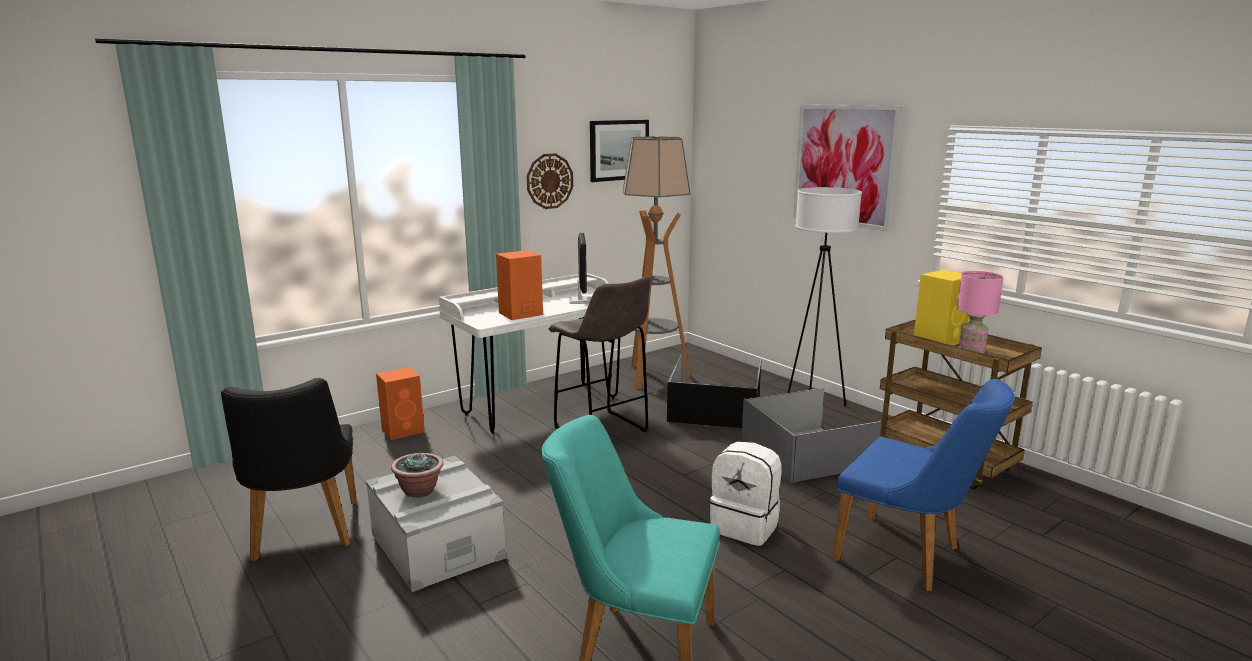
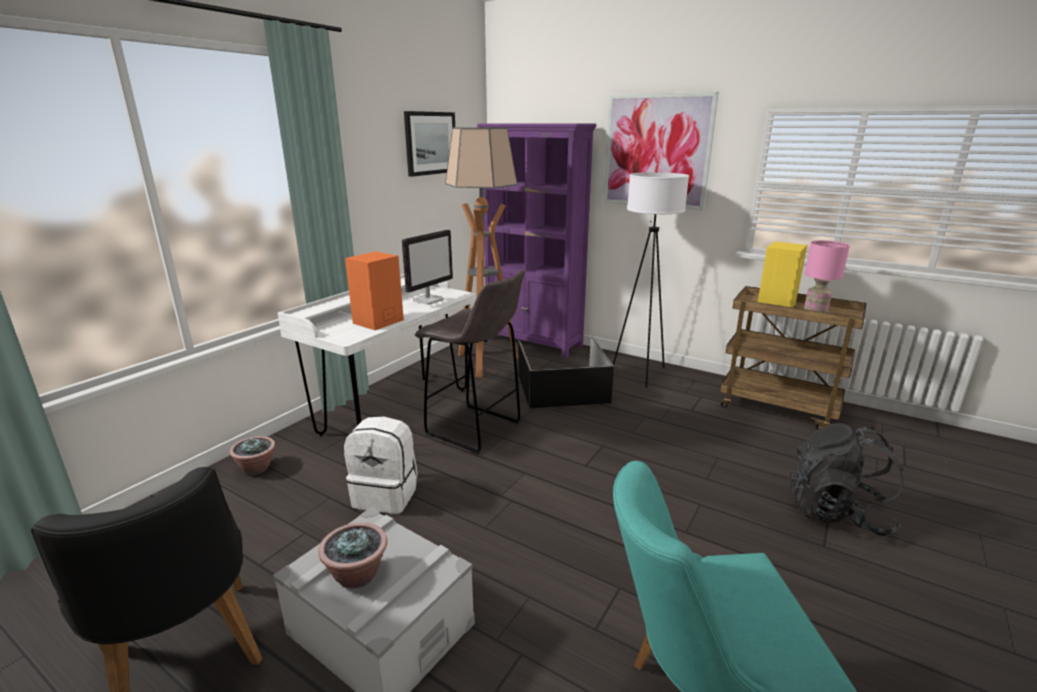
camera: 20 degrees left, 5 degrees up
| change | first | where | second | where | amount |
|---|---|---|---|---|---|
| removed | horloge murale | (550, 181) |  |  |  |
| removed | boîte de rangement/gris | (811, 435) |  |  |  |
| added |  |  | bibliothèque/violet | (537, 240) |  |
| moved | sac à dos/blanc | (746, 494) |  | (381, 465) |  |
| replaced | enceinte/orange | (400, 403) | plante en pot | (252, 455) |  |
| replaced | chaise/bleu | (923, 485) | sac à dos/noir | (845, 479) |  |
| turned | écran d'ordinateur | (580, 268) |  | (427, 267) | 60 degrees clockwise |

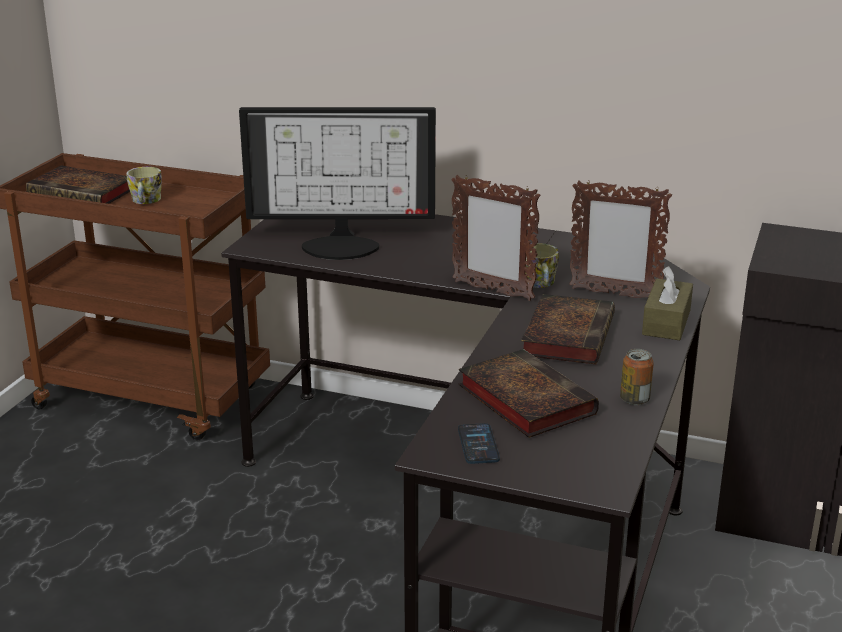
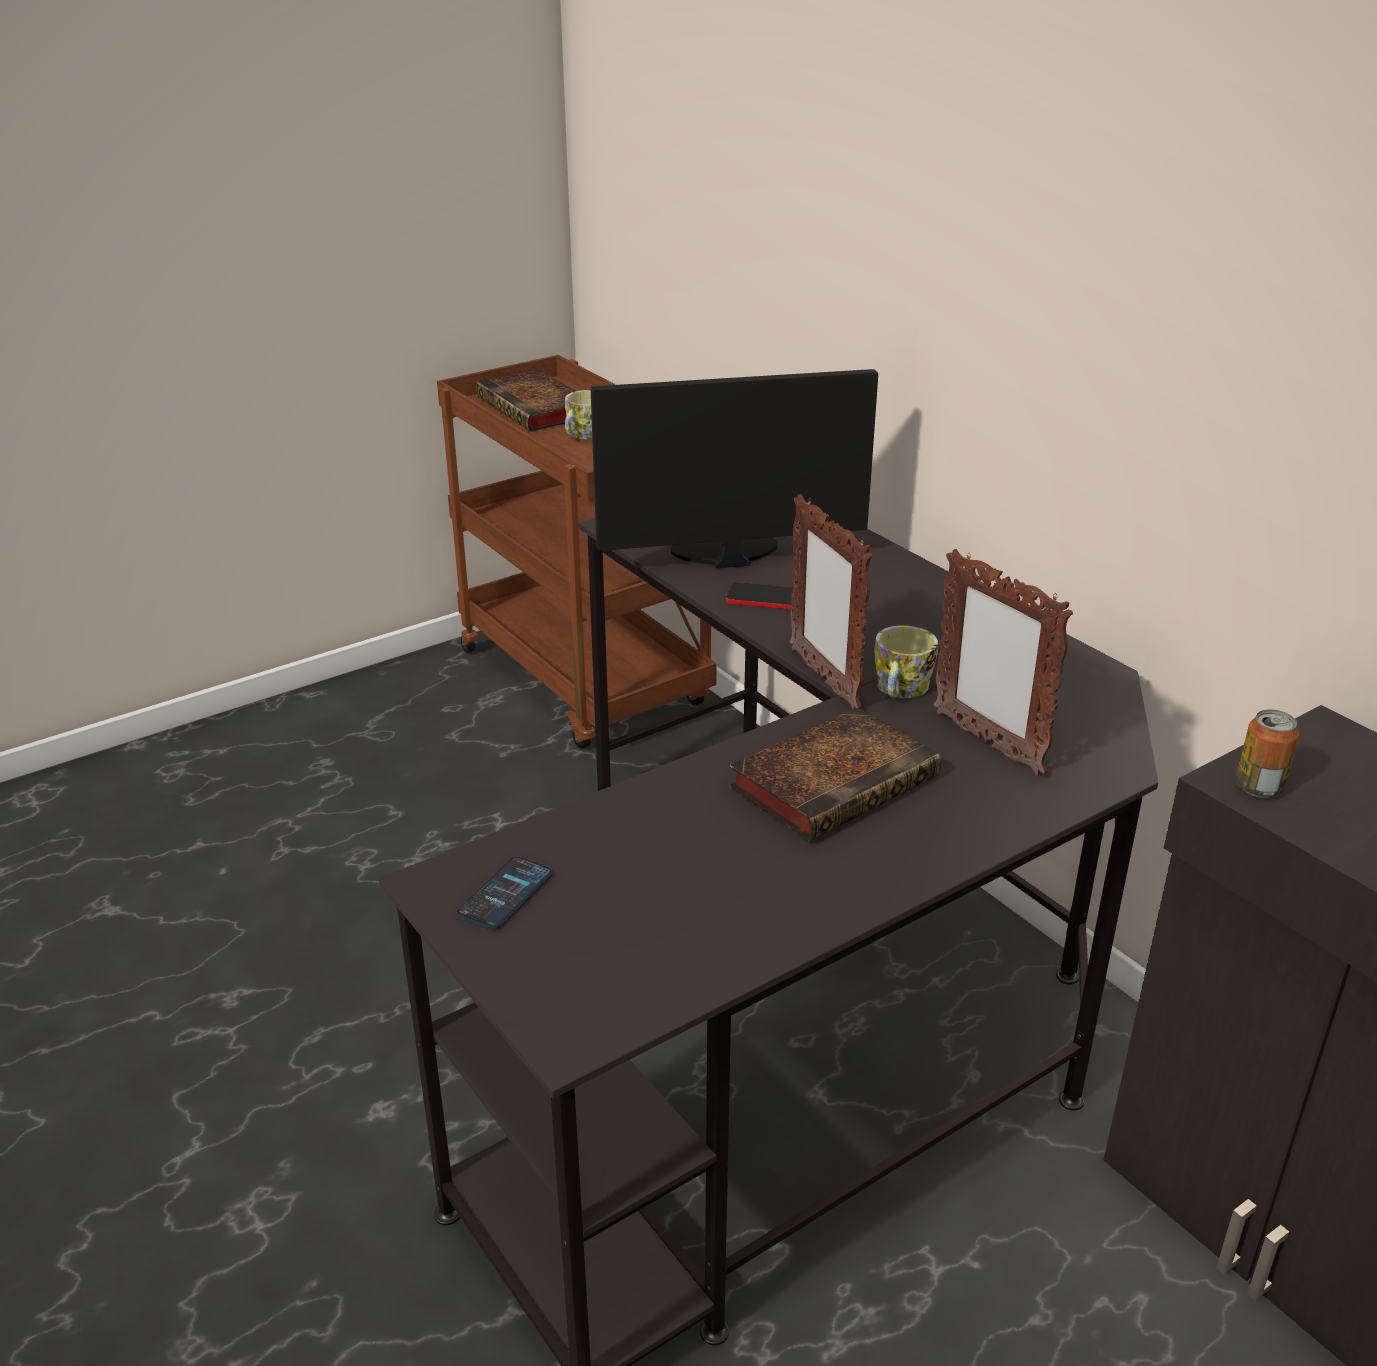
camera: 35 degrees right, 5 degrees up
| change | first | where | second | where | amount |
|---|---|---|---|---|---|
| removed | livre | (529, 393) |  |  |  |
| removed | boîte à mouchoirs/marron | (667, 303) |  |  |  |
| added |  |  | téléphone | (759, 596) |  |
| moved | boîte métallique | (637, 377) |  | (1267, 753) |  |
| turned | écran d'ordinateur | (337, 183) |  | (734, 468) | 135 degrees clockwise |

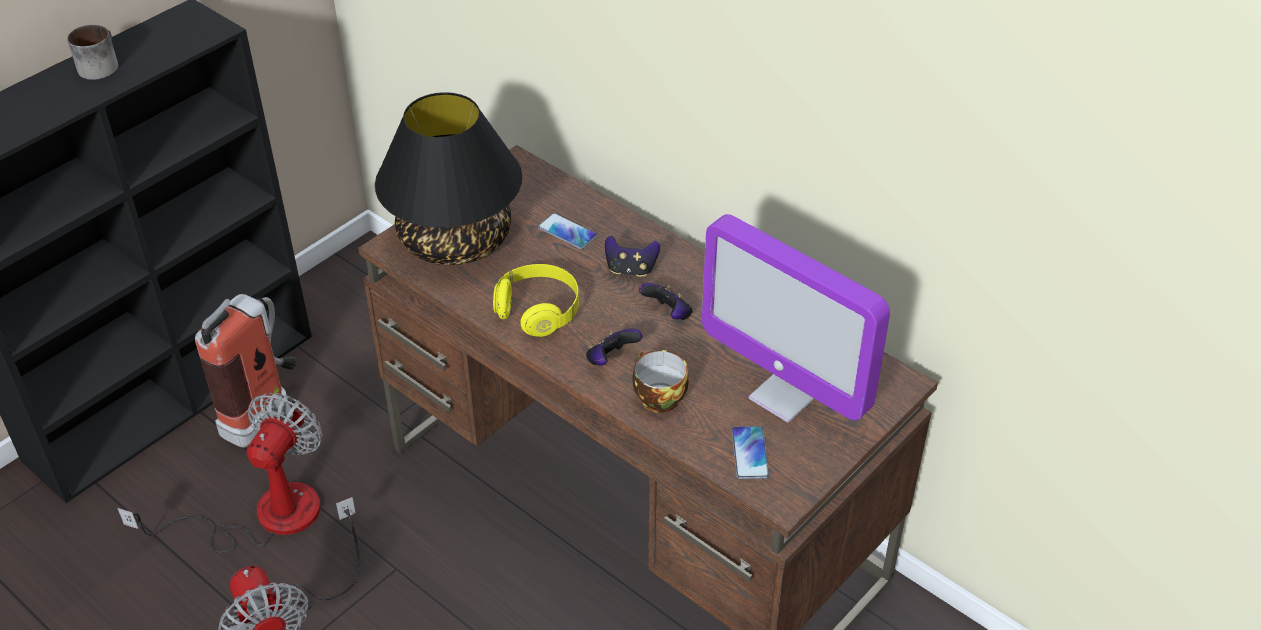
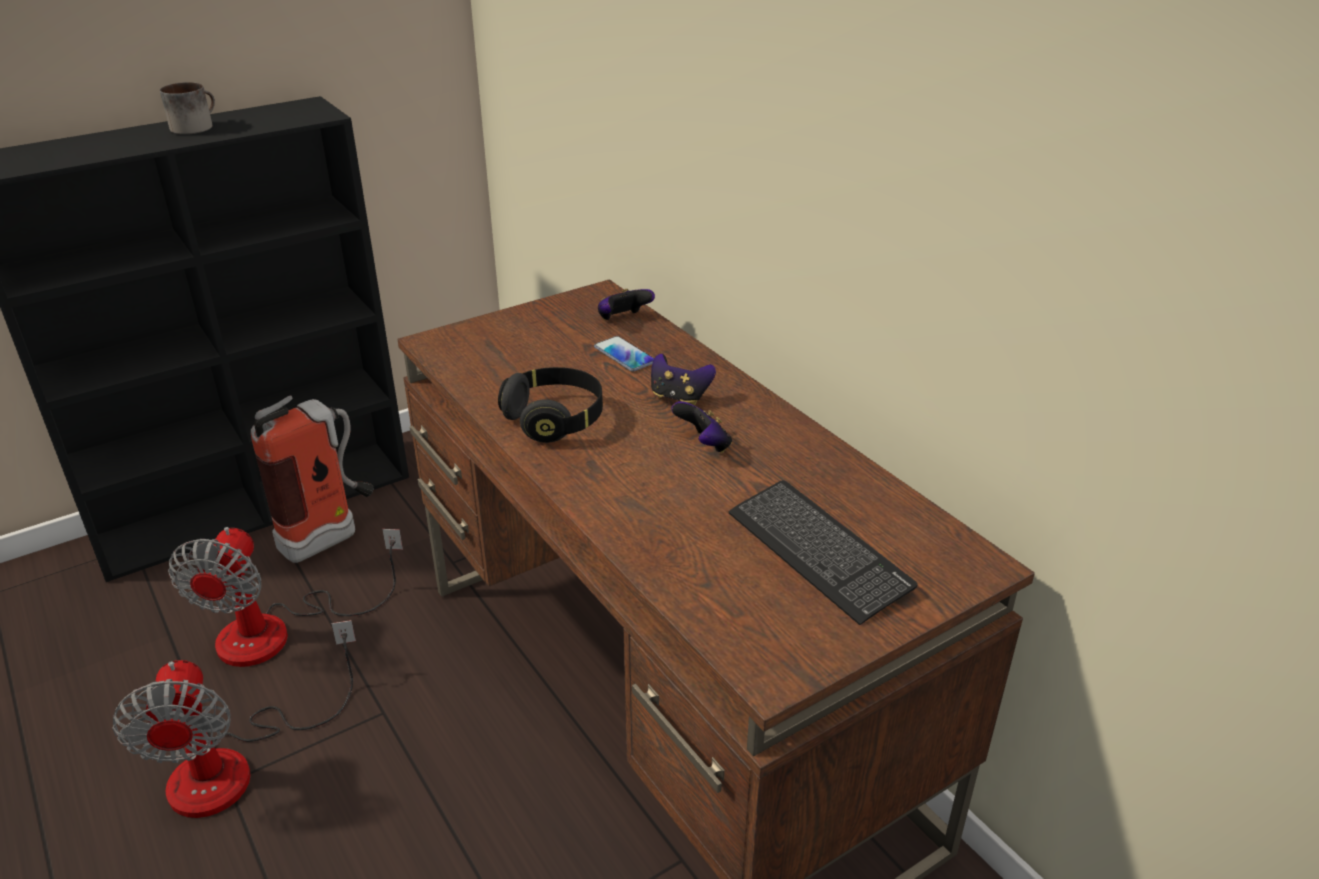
camera: 15 degrees right, 10 degrees down
| change | first | where | second | where | amount |
|---|---|---|---|---|---|
| removed | lampe de table/noir | (448, 178) |  |  |  |
| removed | tasse | (661, 381) |  |  |  |
| removed | téléphone | (750, 452) |  |  |  |
| moved | manette | (614, 347) |  | (626, 304) |  |
| replaced | écran d'ordinateur | (796, 318) | clavier | (823, 552) |  |
| recoloured | casque audio/jaune | (536, 300) | casque audio/noir | (550, 405) |  |
| turned | ventilateur | (219, 473) |  | (285, 597) | 150 degrees clockwise |

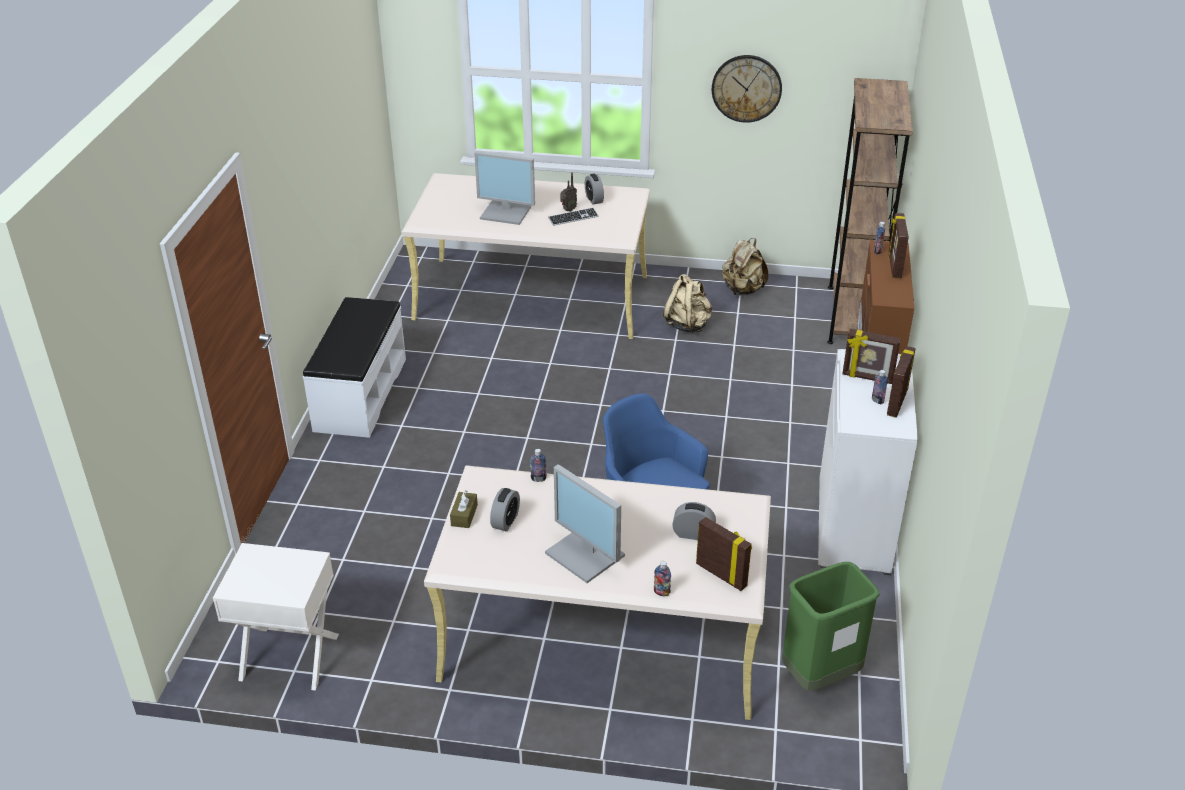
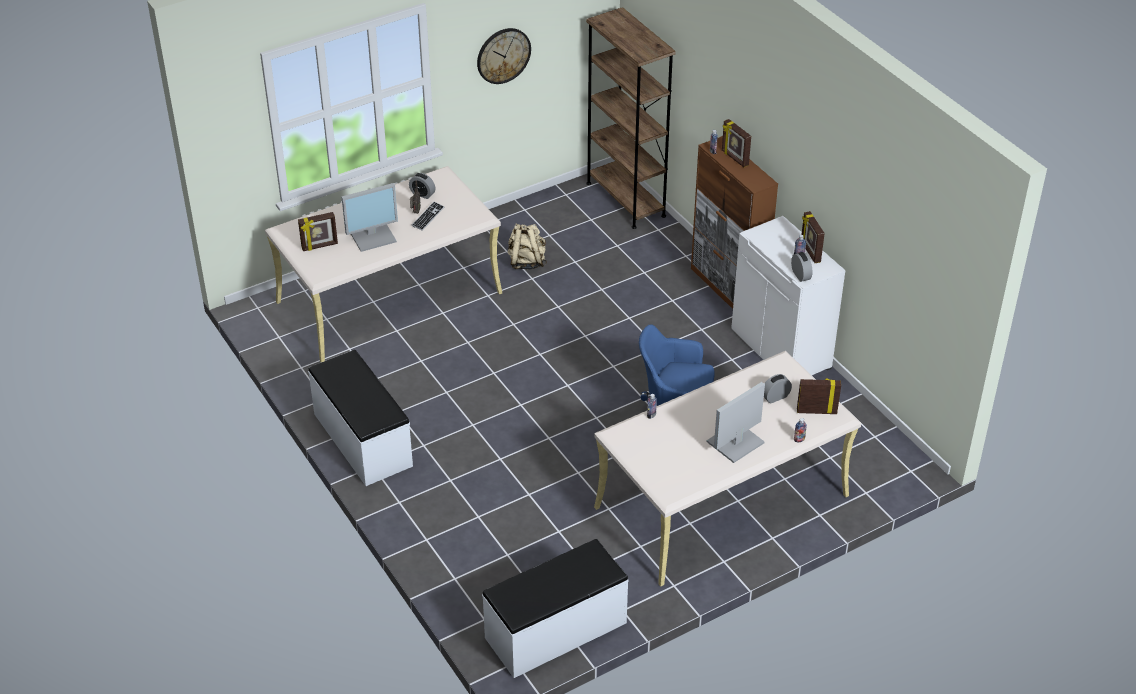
camera: 40 degrees left, 5 degrees up
| change | first | where | second | where | amount |
|---|---|---|---|---|---|
| removed | boîte à mouchoirs/marron | (464, 509) |  |  |  |
| removed | sac à dos/beige | (745, 267) |  |  |  |
| removed | poubelle/vert | (831, 626) |  |  |  |
| moved | réveil | (505, 509) |  | (802, 267) |  |
| moved | cadre photo | (871, 356) |  | (318, 231) |  |
| replaced | table de chevet/blanc | (276, 617) | banc/blanc | (555, 608) |  |
| turned | écran d'ordinateur | (585, 523) |  | (736, 422) | 135 degrees clockwise |

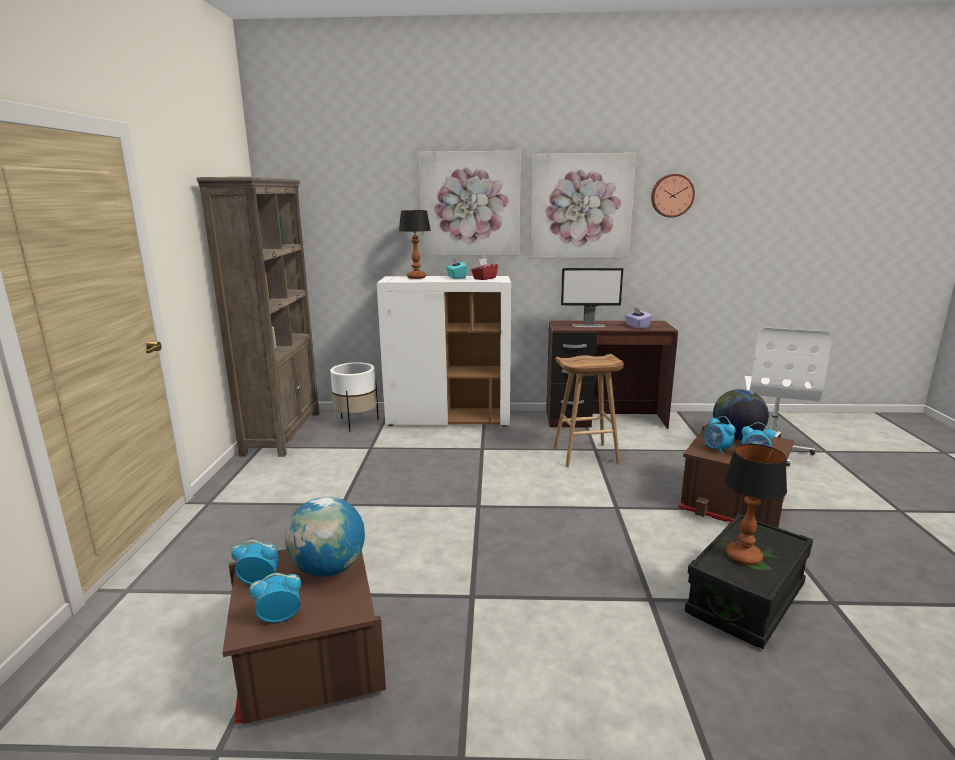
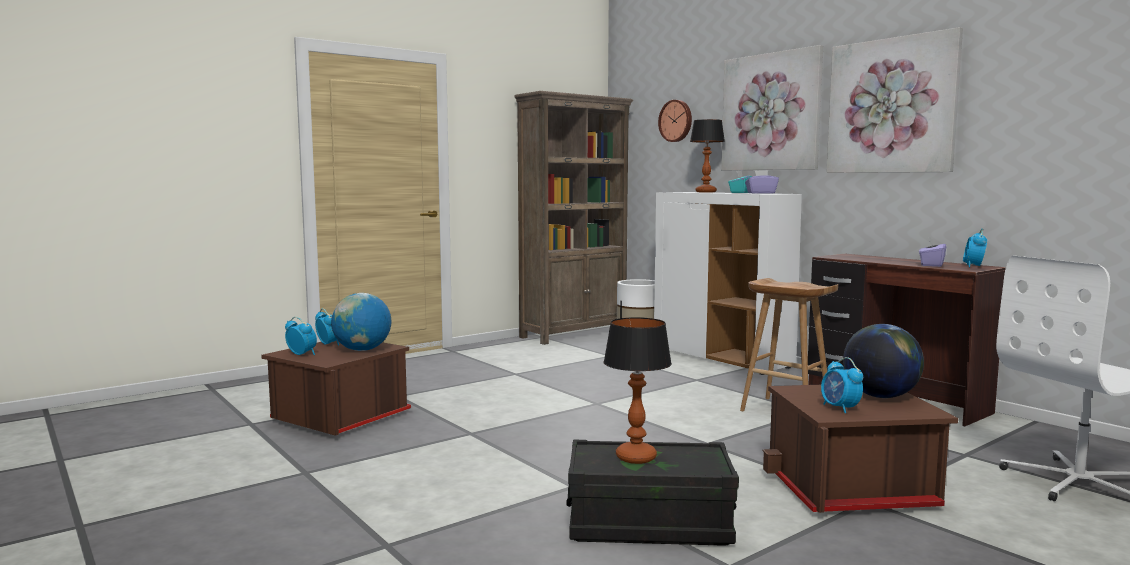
camera: 50 degrees right, 10 degrees down
| change | first | where | second | where | amount |
|---|---|---|---|---|---|
| removed | écran d'ordinateur | (592, 297) |  |  |  |
| moved | horloge murale | (673, 196) |  | (675, 121) |  |
| moved | réveil | (719, 435) |  | (975, 247) |  |
| recoloured | boîte à mouchoirs/rouge | (484, 269) | boîte à mouchoirs/violet | (762, 182) |  |

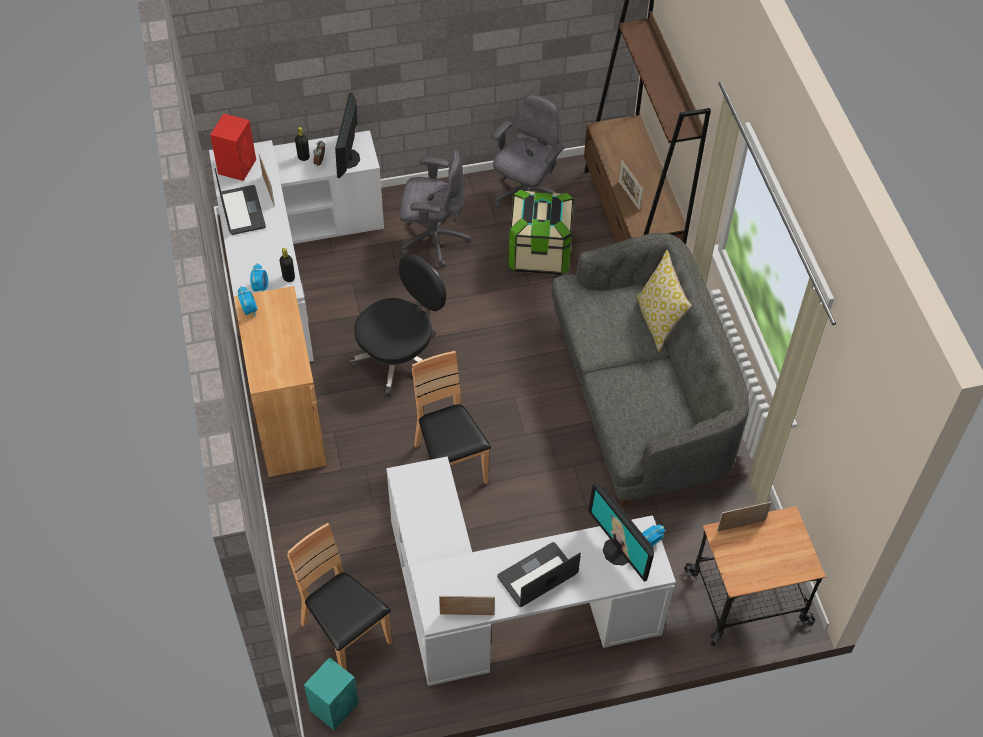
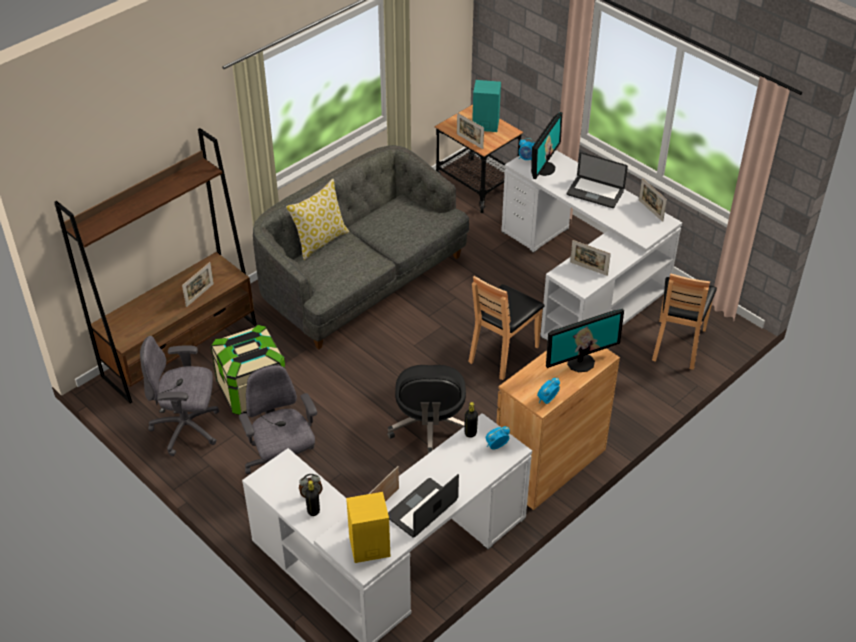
camera: 120 degrees left, 10 degrees down
| change | first | where | second | where | amount |
|---|---|---|---|---|---|
| added |  |  | cadre photo | (590, 258) |  |
| moved | enceinte/turquoise | (331, 693) |  | (486, 106) |  |
| moved | écran d'ordinateur | (347, 135) |  | (585, 340) |  |
| recoloured | enceinte/rouge | (233, 147) | enceinte/jaune | (368, 527) |  |
| turned | chaise de bureau/noir | (397, 325) |  | (426, 409) | 105 degrees counterclockwise |

